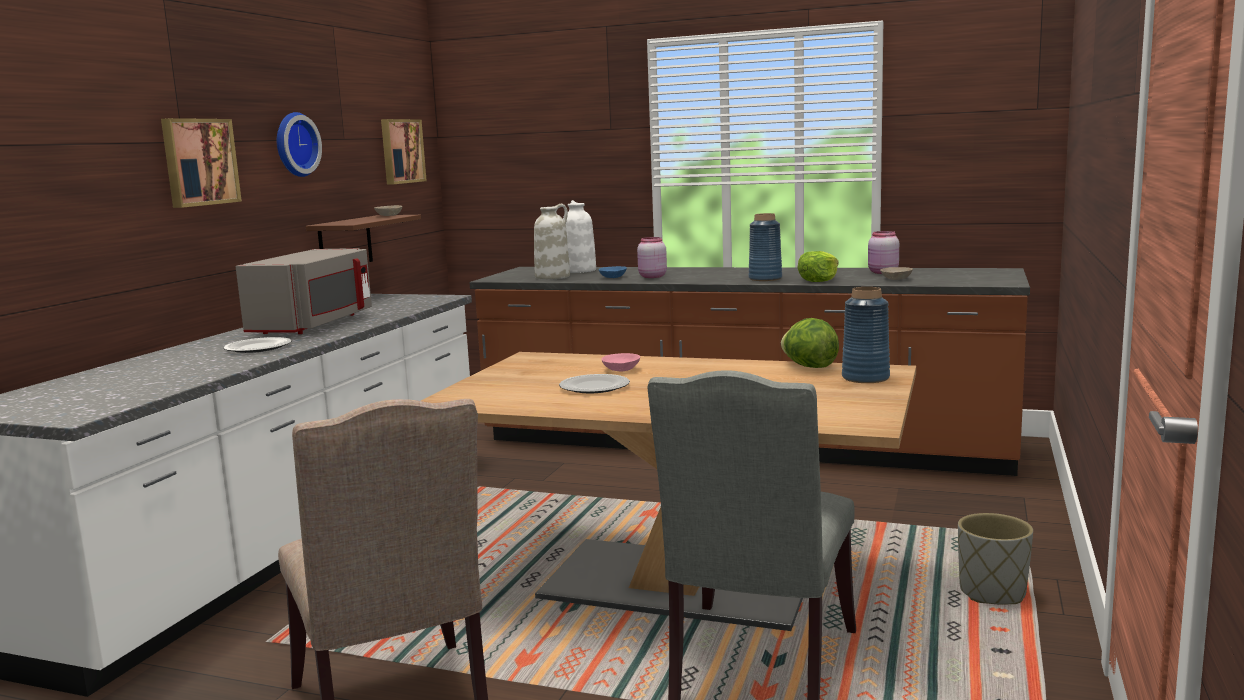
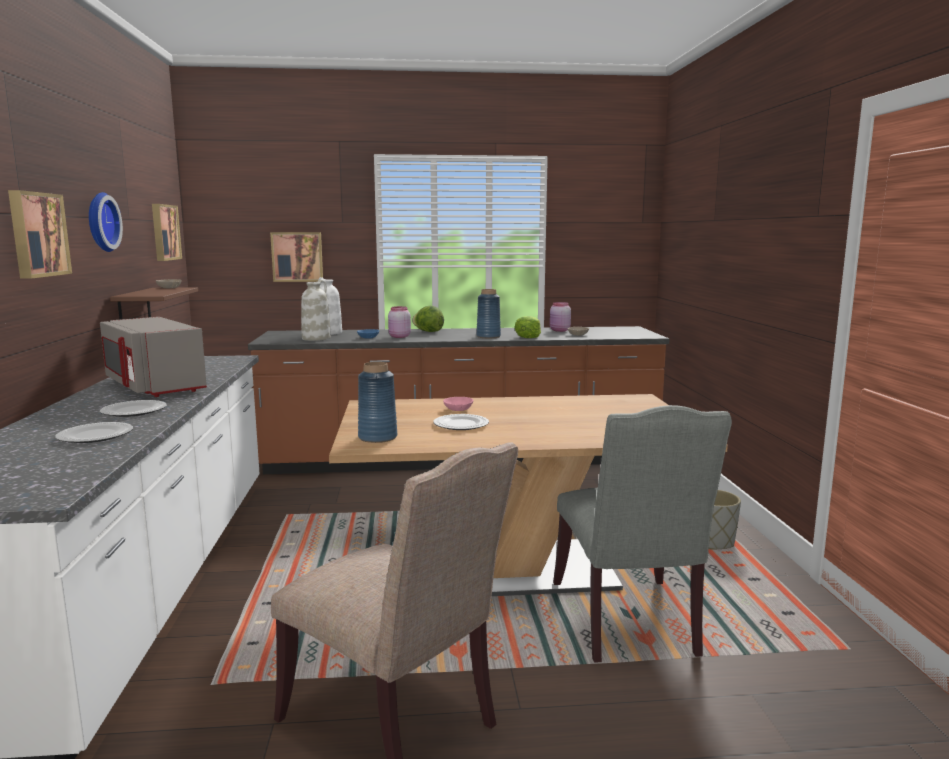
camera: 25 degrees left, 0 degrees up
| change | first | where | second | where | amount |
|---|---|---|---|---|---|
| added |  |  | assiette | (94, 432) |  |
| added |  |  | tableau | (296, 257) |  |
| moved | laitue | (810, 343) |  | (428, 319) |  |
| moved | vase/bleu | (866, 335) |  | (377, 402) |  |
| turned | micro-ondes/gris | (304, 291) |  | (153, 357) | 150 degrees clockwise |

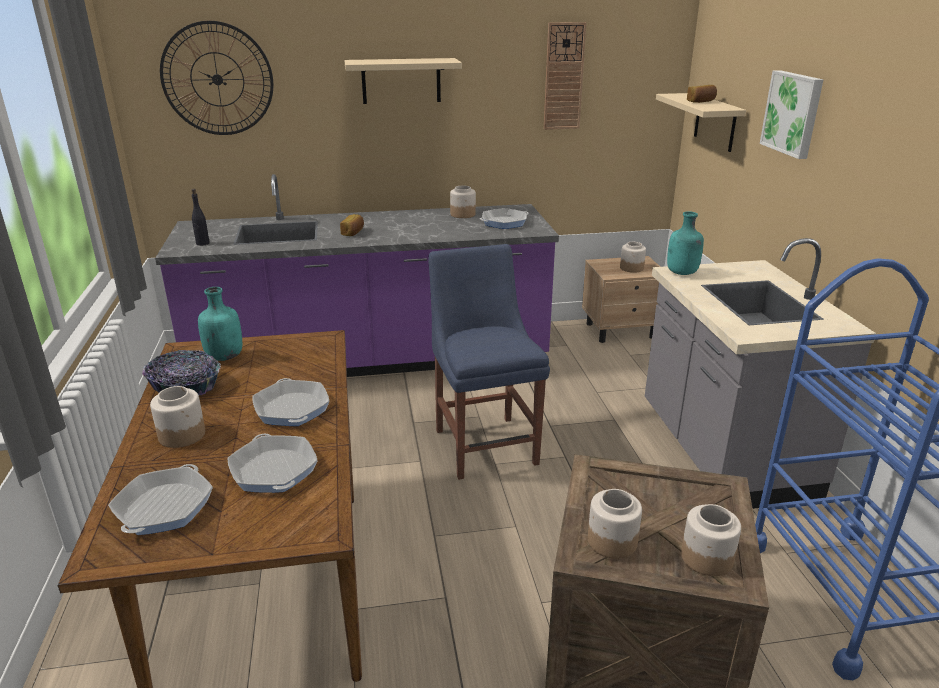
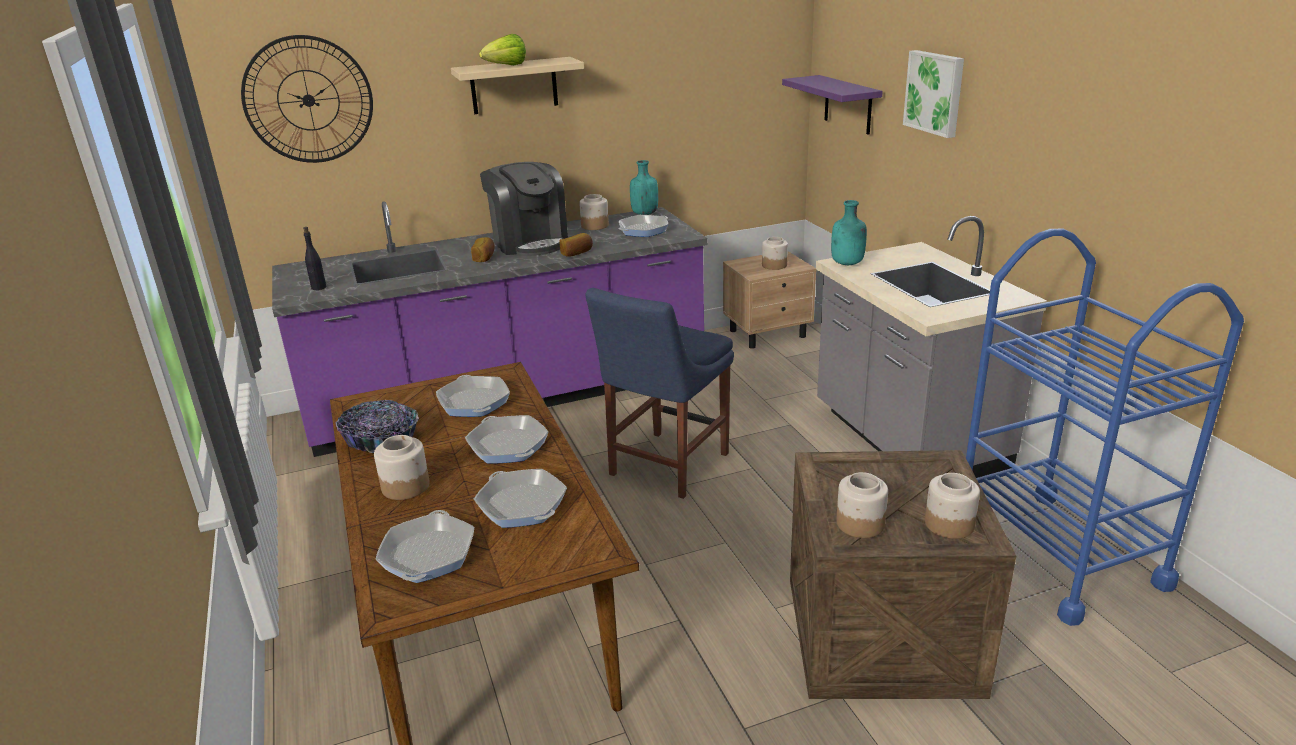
camera: 10 degrees left, 0 degrees up
| change | first | where | second | where | amount |
|---|---|---|---|---|---|
| removed | horloge murale | (565, 76) |  |  |  |
| added |  |  | poêle | (473, 396) |  |
| added |  |  | laitue | (502, 49) |  |
| added |  |  | machine à café | (524, 209) |  |
| moved | bouteille/turquoise | (220, 324) |  | (644, 187) |  |
| moved | pain | (702, 94) |  | (576, 245) |  |
| recoloured | étagère/beige | (701, 122) | étagère/violet | (832, 105) |  |
| turned | chaise/bleu | (489, 362) |  | (660, 393) | 120 degrees counterclockwise |

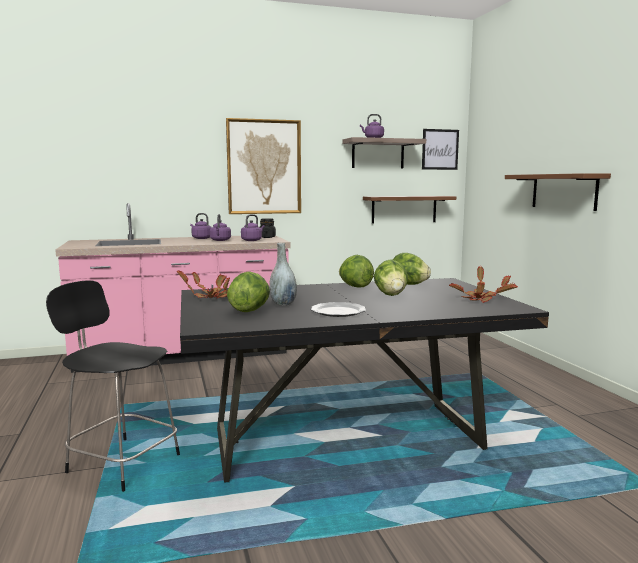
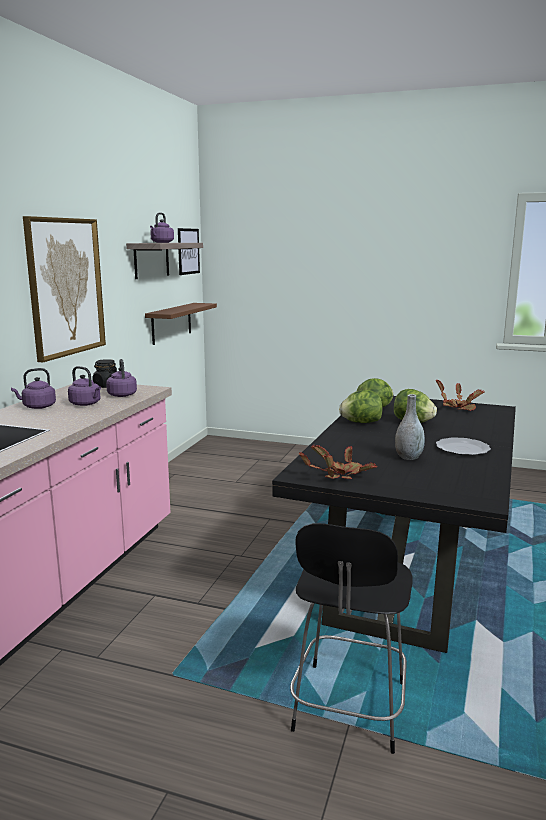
camera: 55 degrees left, 5 degrees up
| change | first | where | second | where | amount |
|---|---|---|---|---|---|
| removed | laitue | (248, 291) |  |  |  |
| removed | étagère/marron | (558, 192) |  |  |  |
| turned | chaise/noir | (113, 386) |  | (351, 638) | 45 degrees counterclockwise |

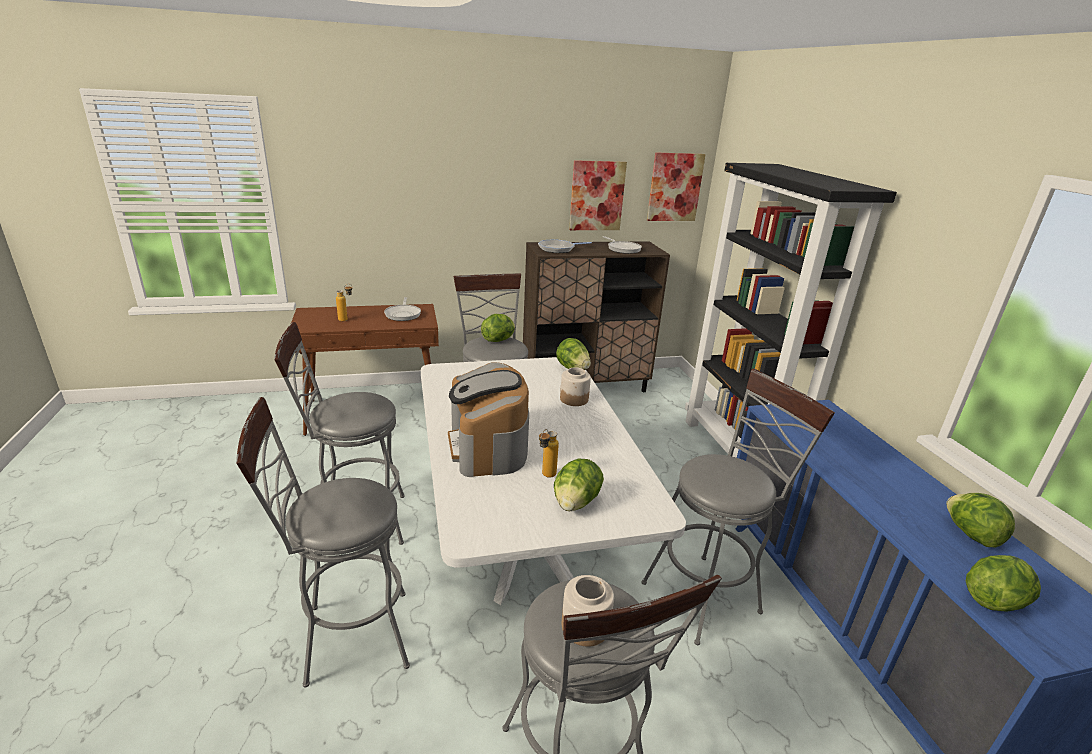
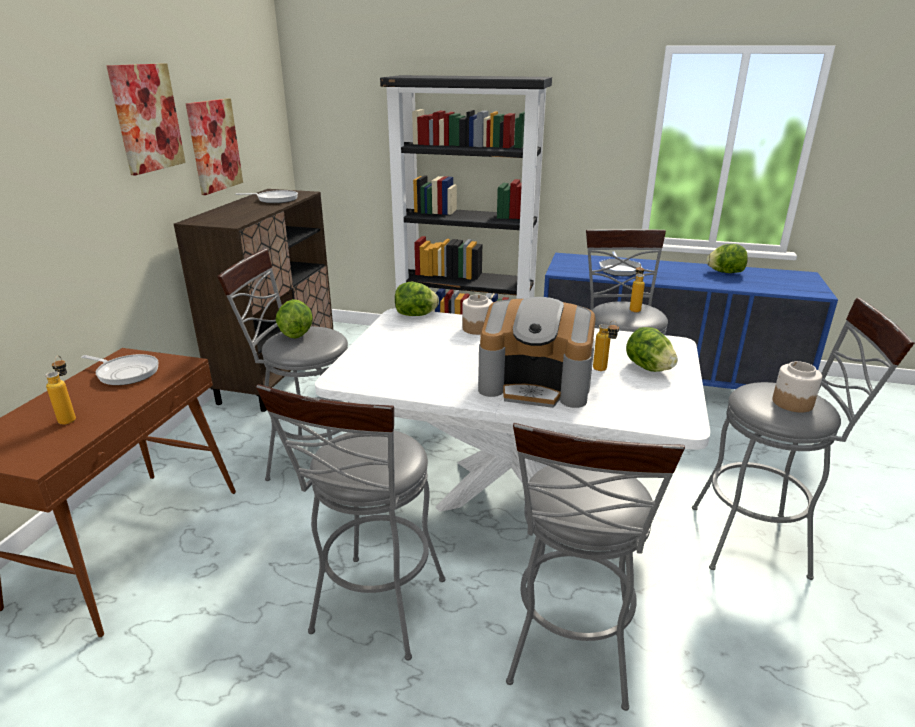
camera: 60 degrees left, 0 degrees up
| change | first | where | second | where | amount |
|---|---|---|---|---|---|
| removed | laitue | (1003, 583) |  |  |  |
| added |  |  | bouteille | (637, 288) |  |
| moved | poêle | (565, 246) |  | (620, 264) |  |
| moved | tableau | (676, 186) |  | (146, 119) |  |

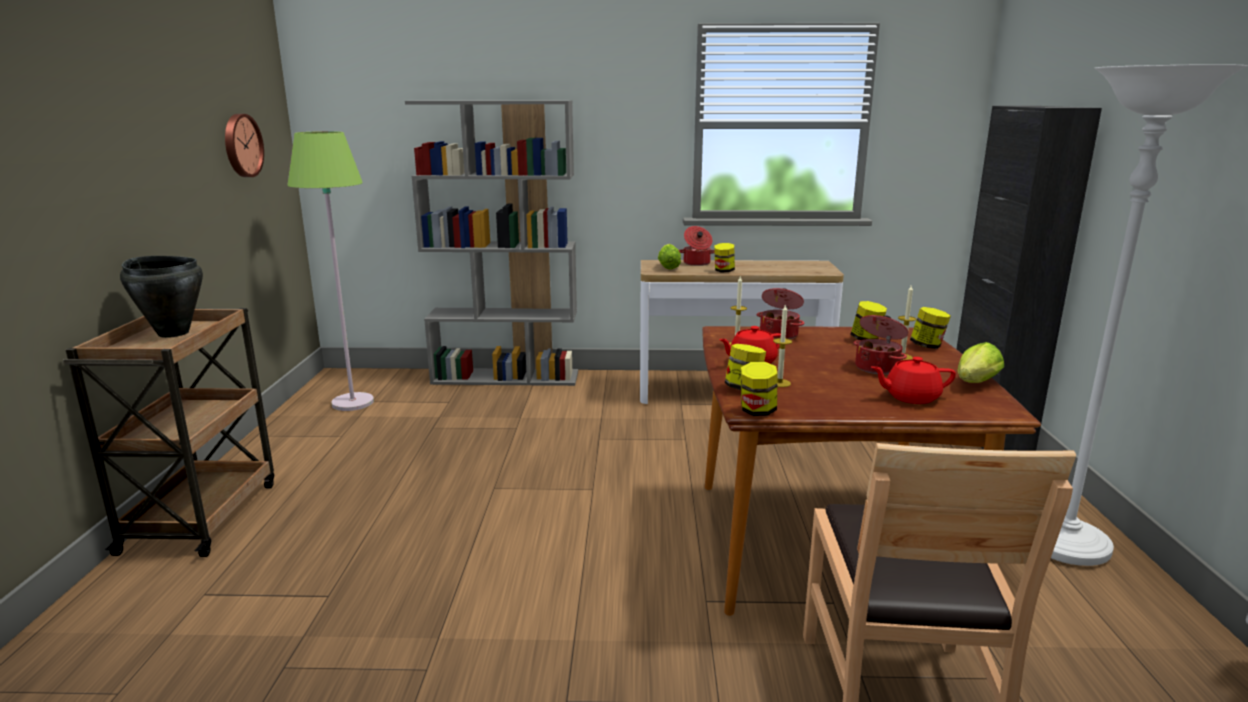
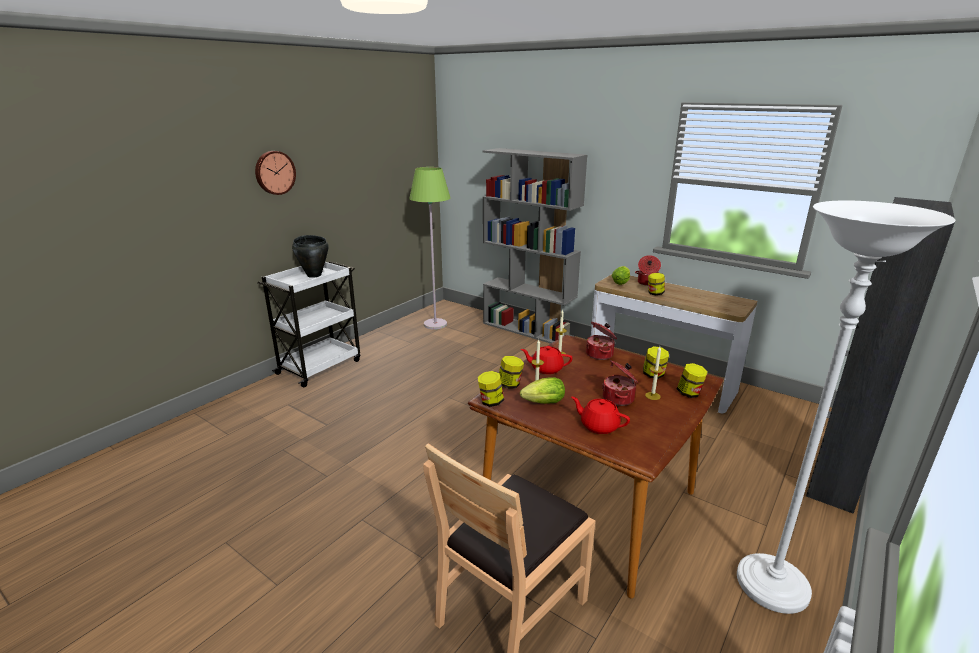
camera: 35 degrees right, 5 degrees up
| change | first | where | second | where | amount |
|---|---|---|---|---|---|
| moved | horloge murale | (244, 145) |  | (275, 173) |  |
| moved | laitue | (981, 362) |  | (542, 390) |  |
| recoloured | chariot/marron | (168, 432) | chariot/blanc | (309, 324) |  |

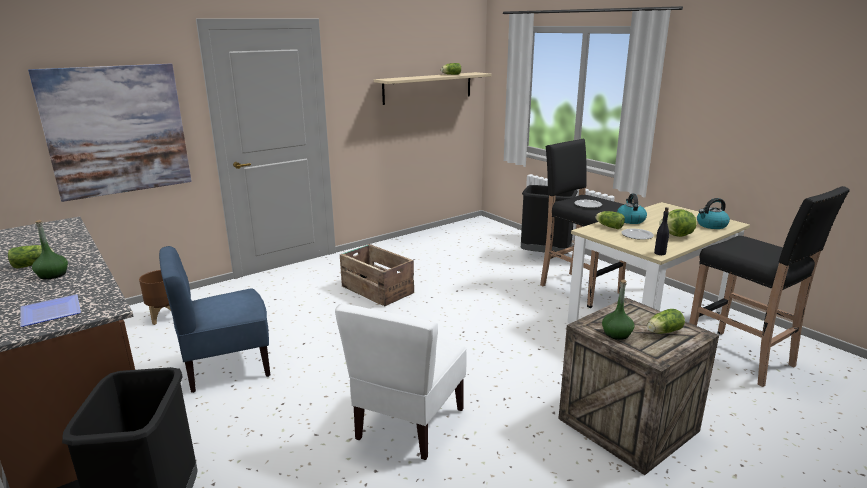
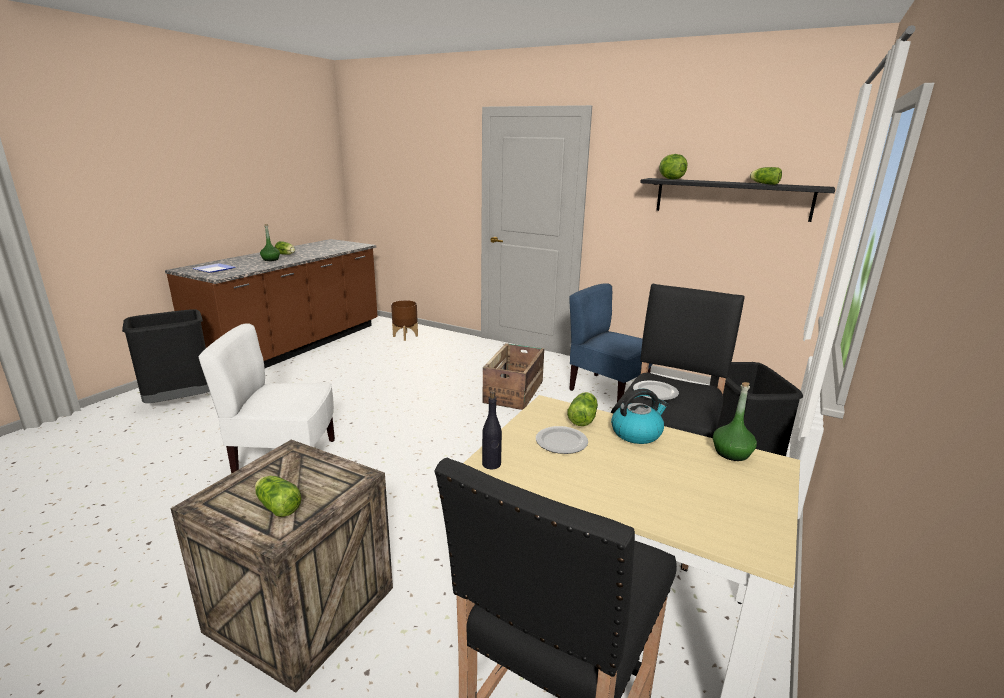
camera: 65 degrees right, 0 degrees up
| change | first | where | second | where | amount |
|---|---|---|---|---|---|
| removed | tableau | (110, 133) |  |  |  |
| removed | bouilloire | (713, 213) |  |  |  |
| moved | chaise/bleu | (214, 319) |  | (611, 342) |  |
| moved | bouteille/vert | (618, 310) |  | (735, 421) |  |
| moved | laitue | (678, 223) |  | (673, 167) |  |
| recoloured | étagère/beige | (433, 88) | étagère/noir | (737, 200) |  |

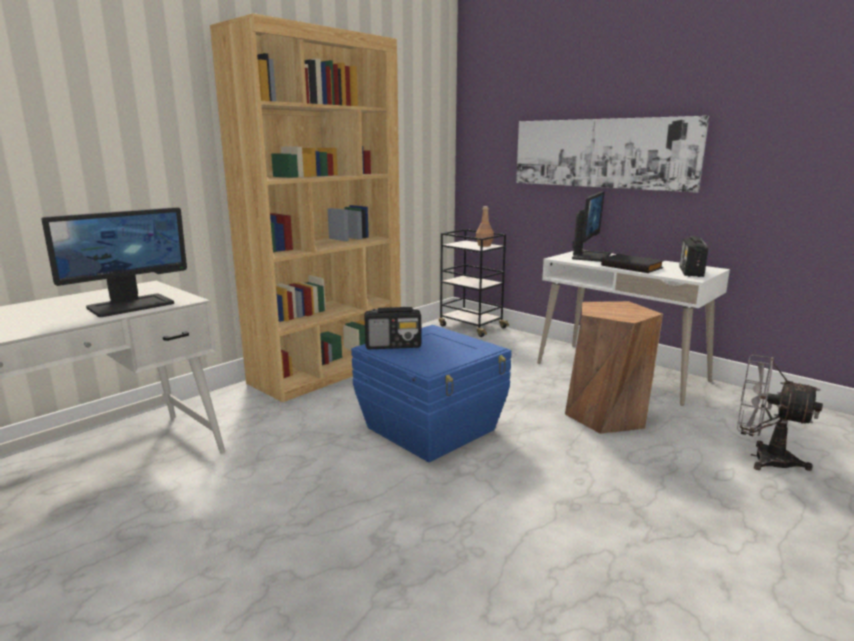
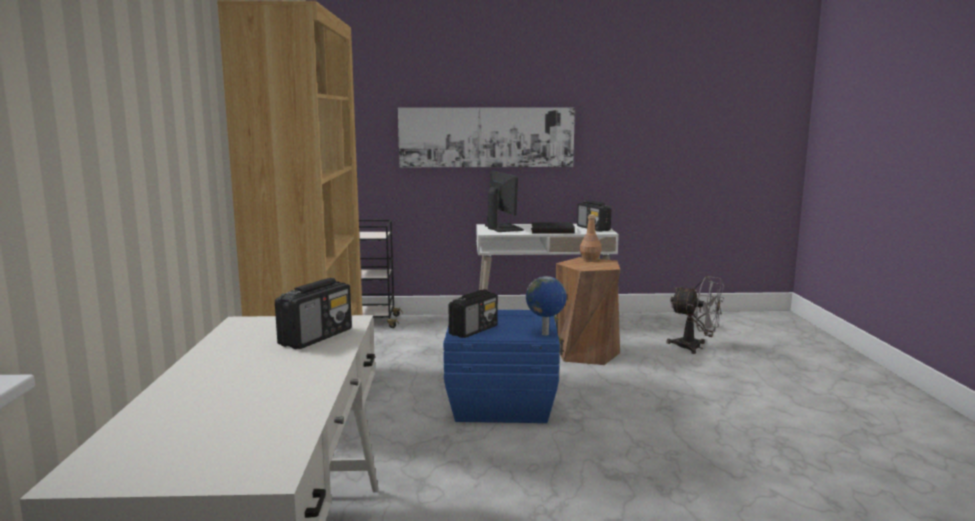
camera: 45 degrees left, 5 degrees down
| change | first | where | second | where | amount |
|---|---|---|---|---|---|
| added |  |  | globe | (546, 305) |  |
| moved | bouteille/marron | (485, 226) |  | (590, 238) |  |
| replaced | écran d'ordinateur | (114, 262) | radio | (313, 313) |  |
| turned | ventilateur/gris | (780, 413) |  | (695, 315) | 135 degrees counterclockwise |

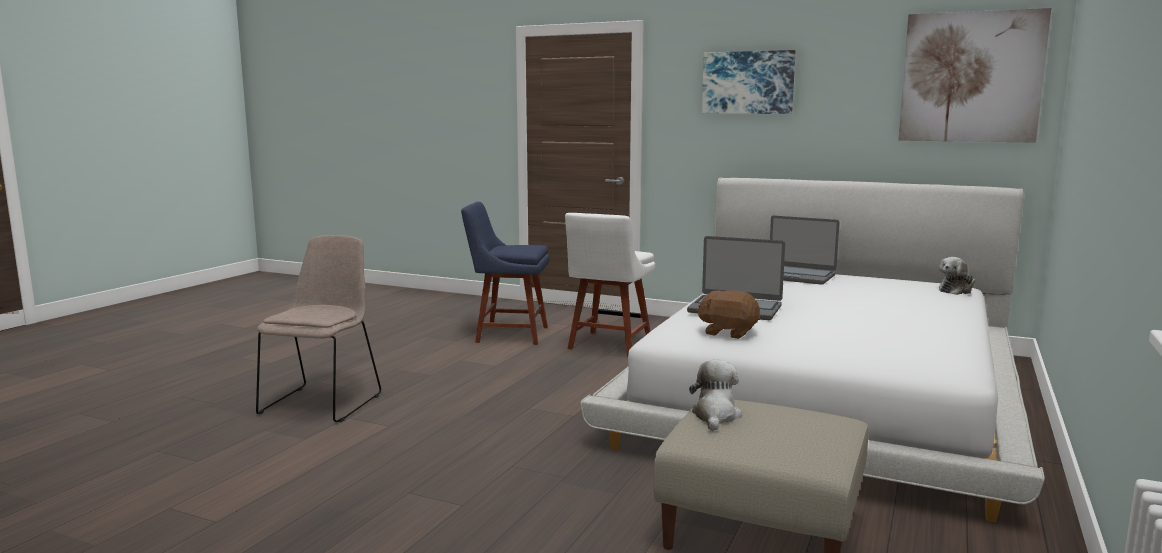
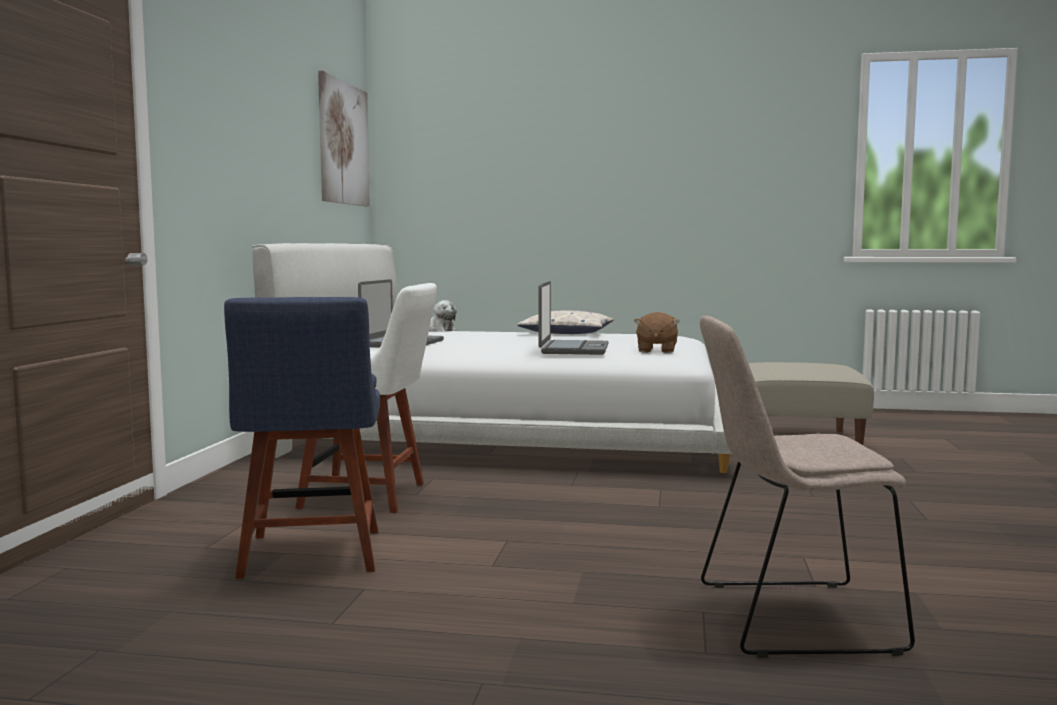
camera: 105 degrees left, 5 degrees down
| change | first | where | second | where | amount |
|---|---|---|---|---|---|
| removed | peluche | (715, 395) |  |  |  |
| removed | tableau | (749, 82) |  |  |  |
| added |  |  | coussin | (566, 322) |  |

